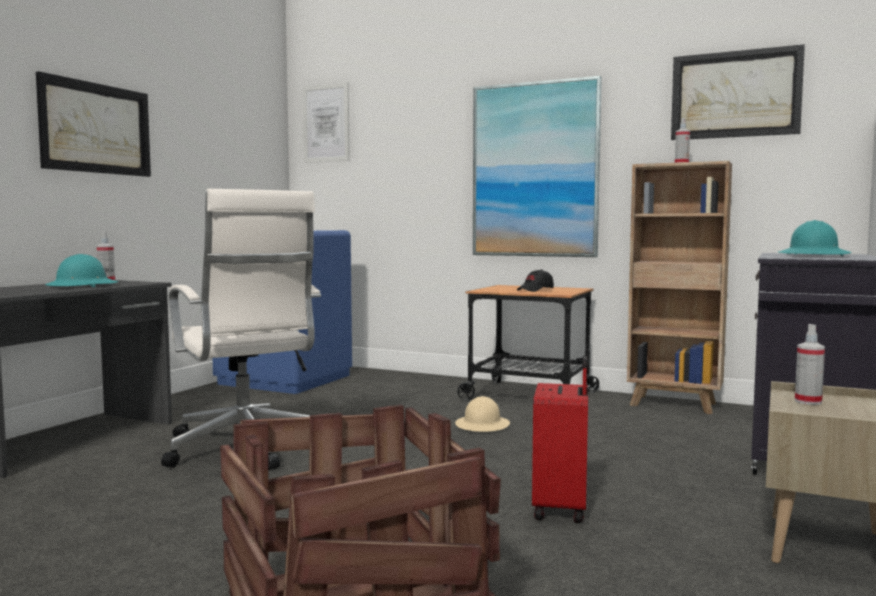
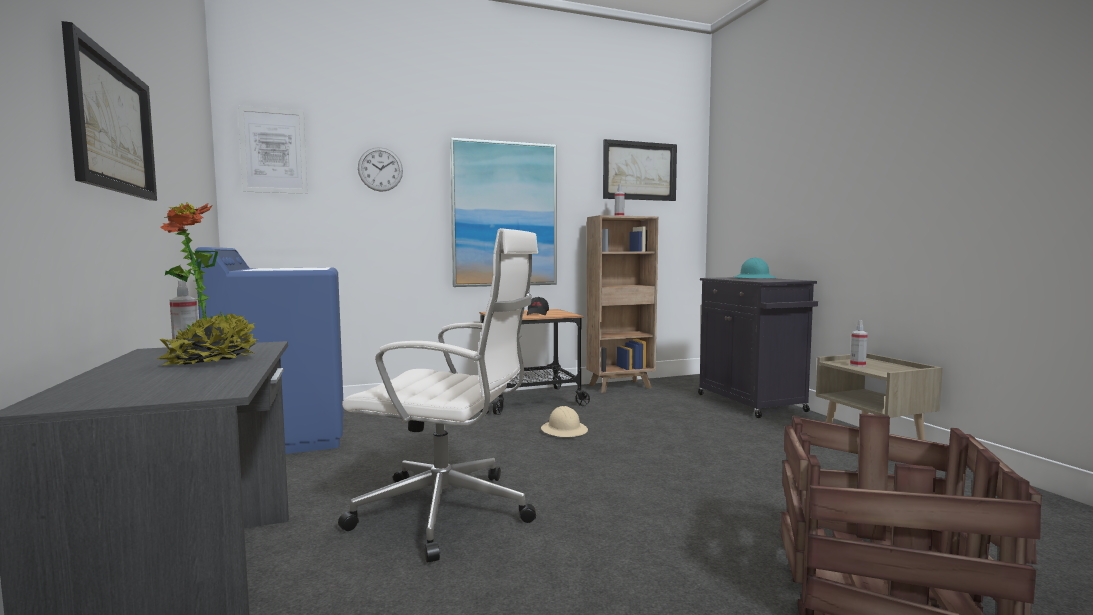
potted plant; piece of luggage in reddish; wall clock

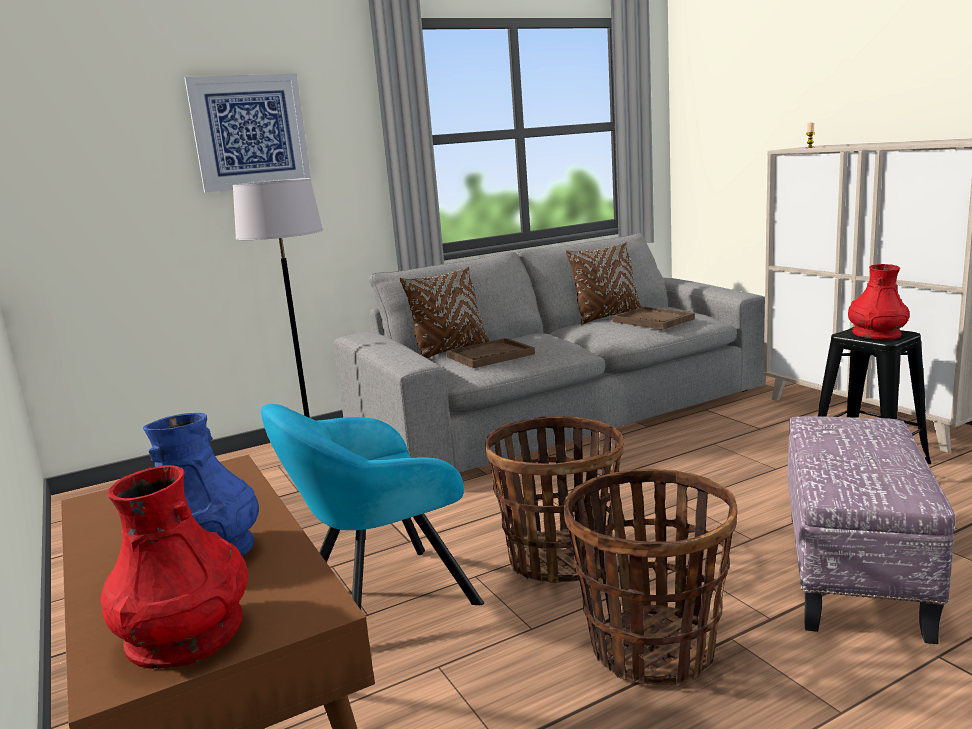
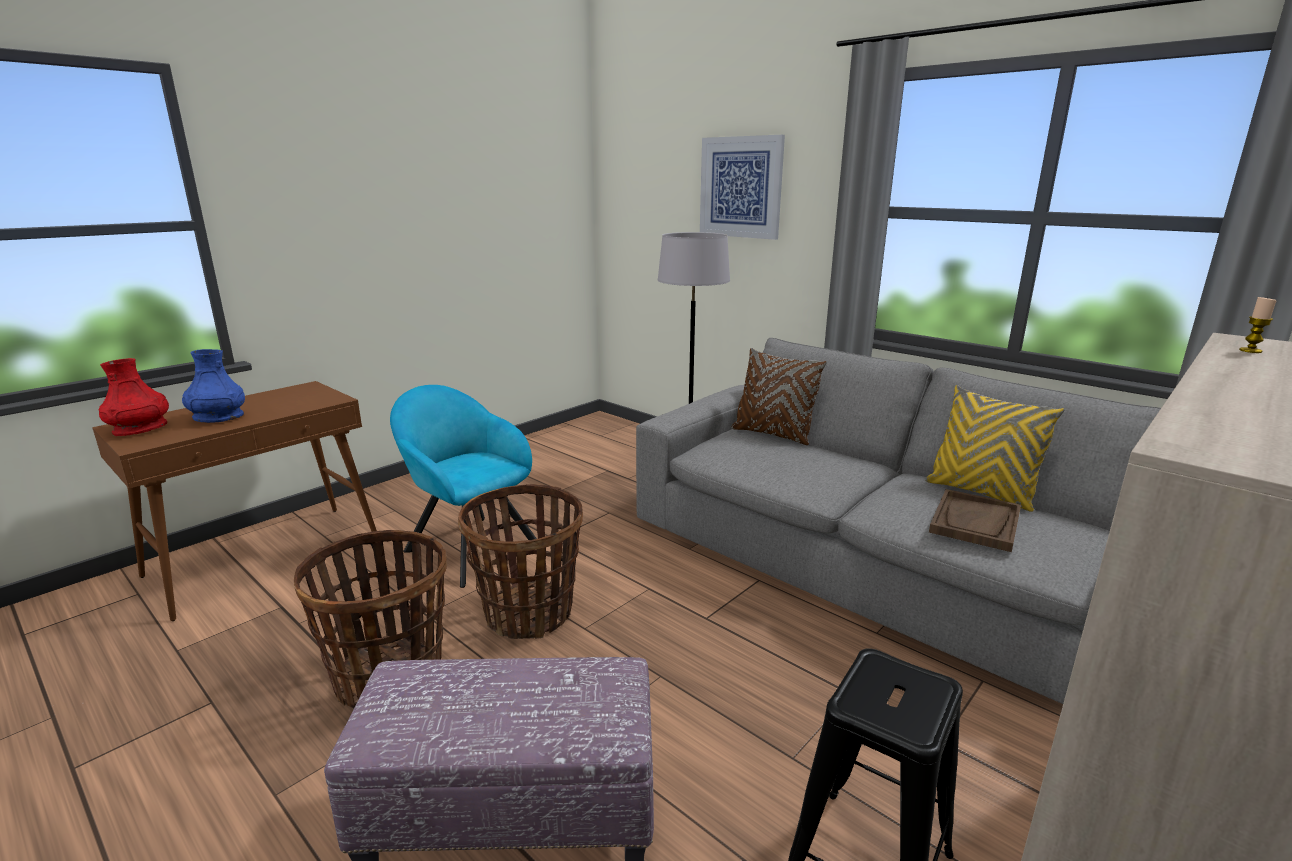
throw pillow in yellowish; flower vase in reddish (no. 2 from left in the first image); carrying tray in brownish (no. 1 from left in the first image)

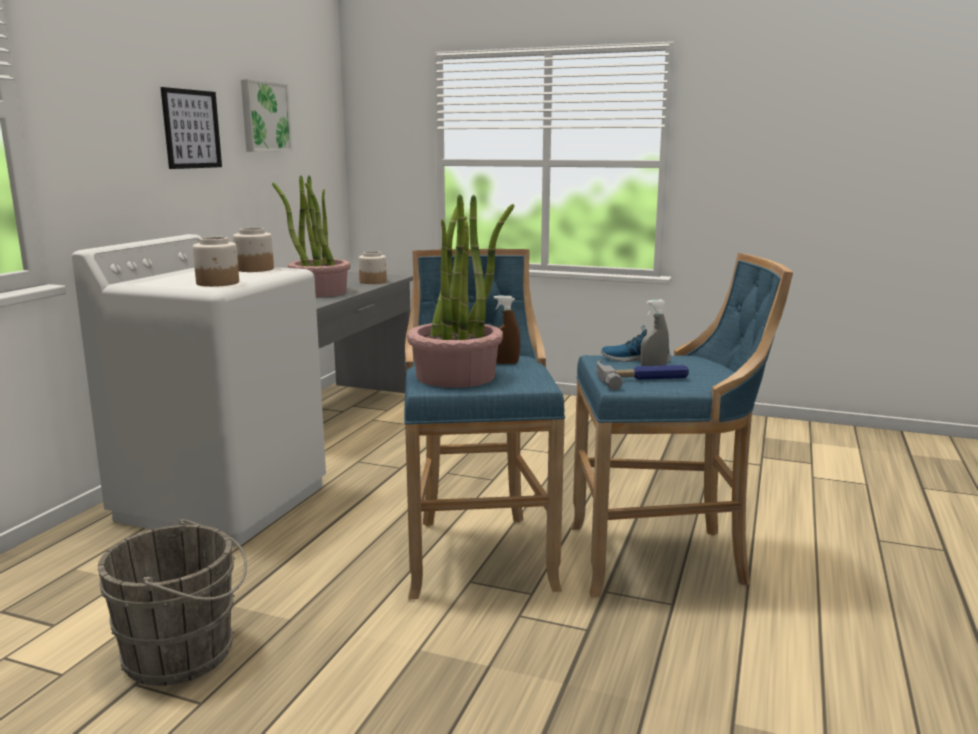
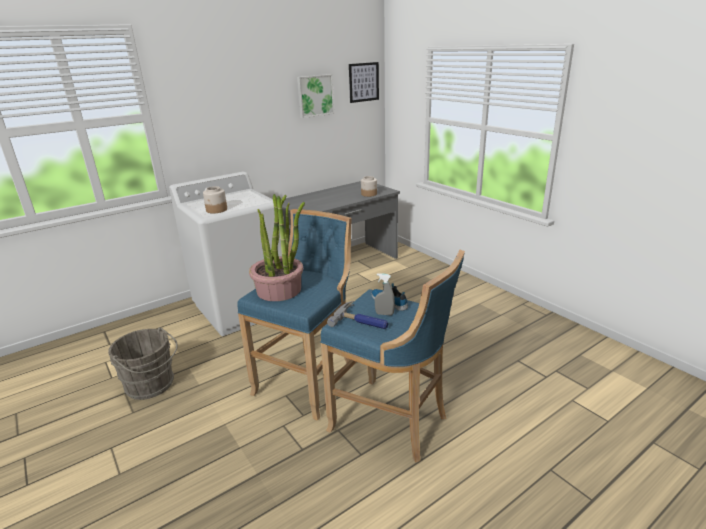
wall picture (no. 2 from left); potted plant (no. 1 from left in the first image); storage jar (no. 2 from left in the first image); hand sprayer in brownish

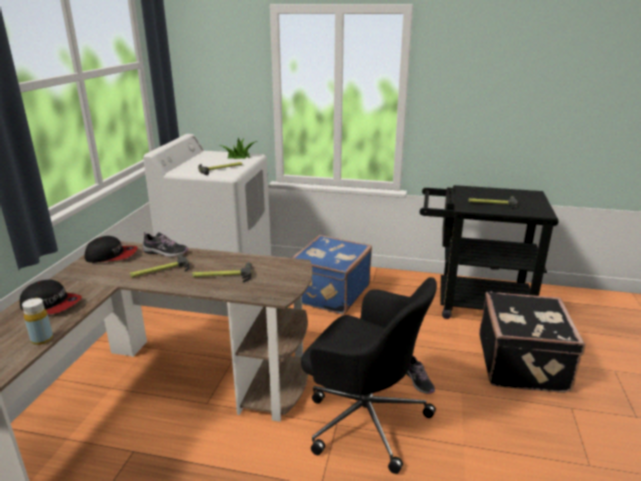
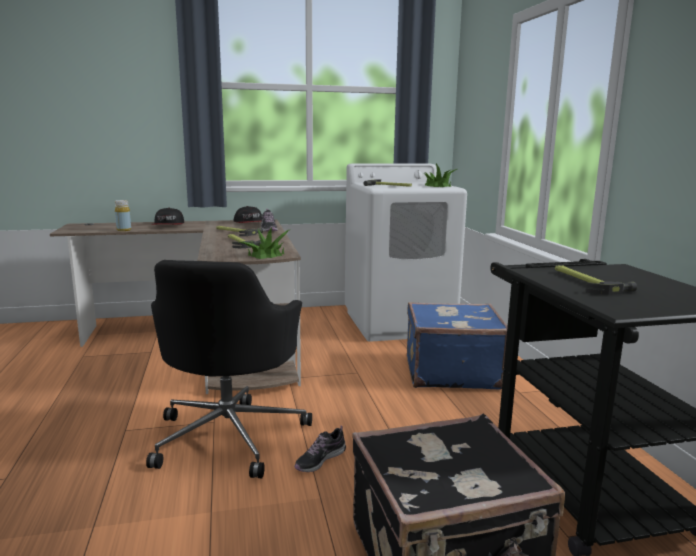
potted plant (no. 1 from left)

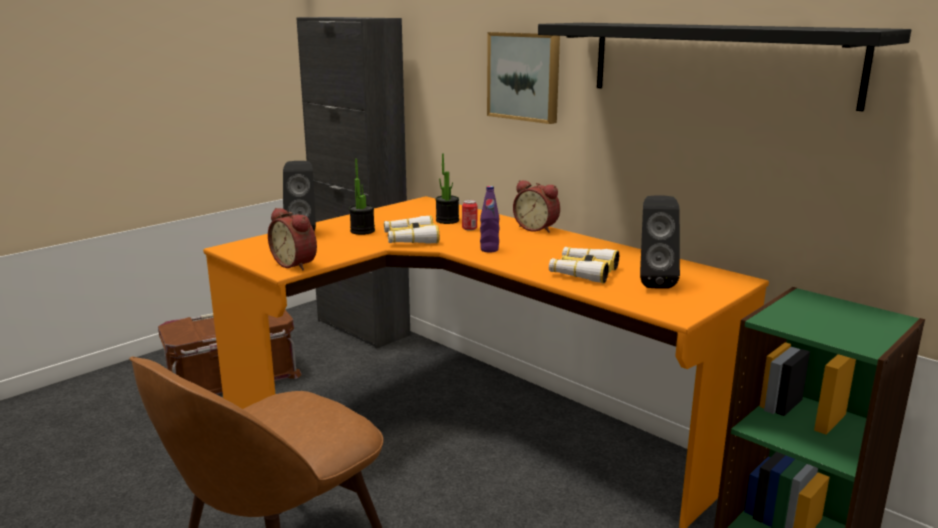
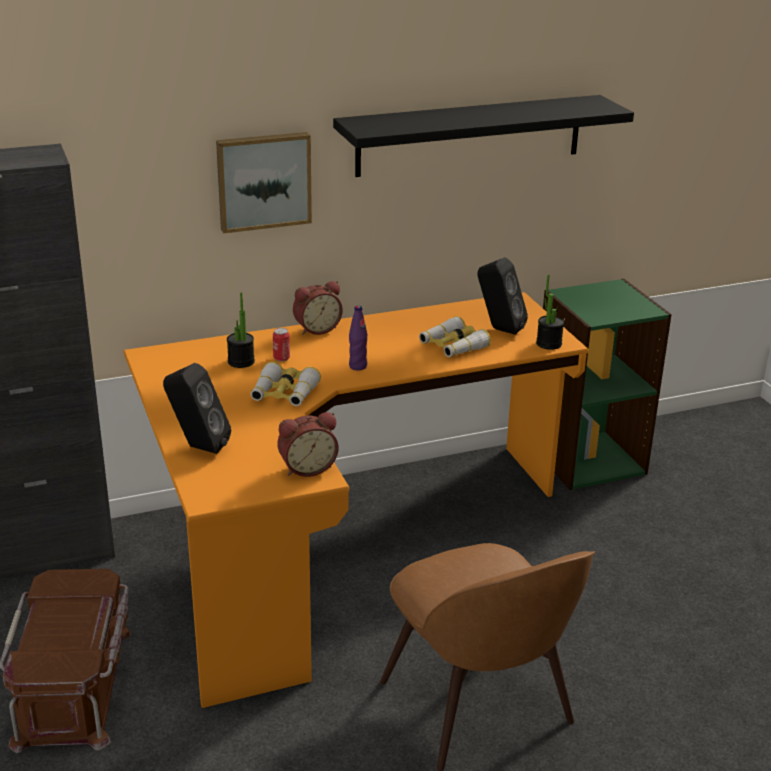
potted plant (no. 2 from left)

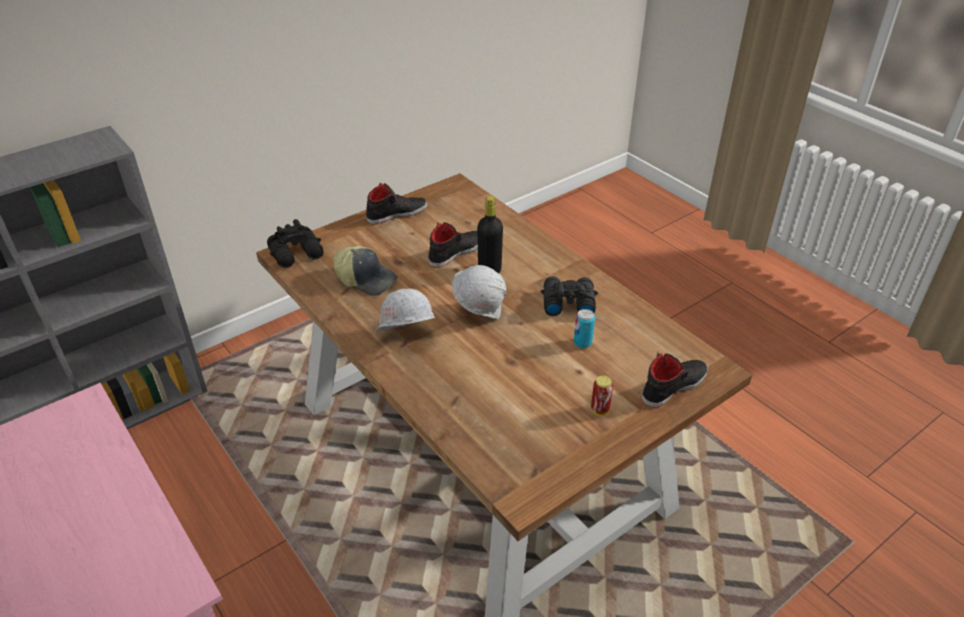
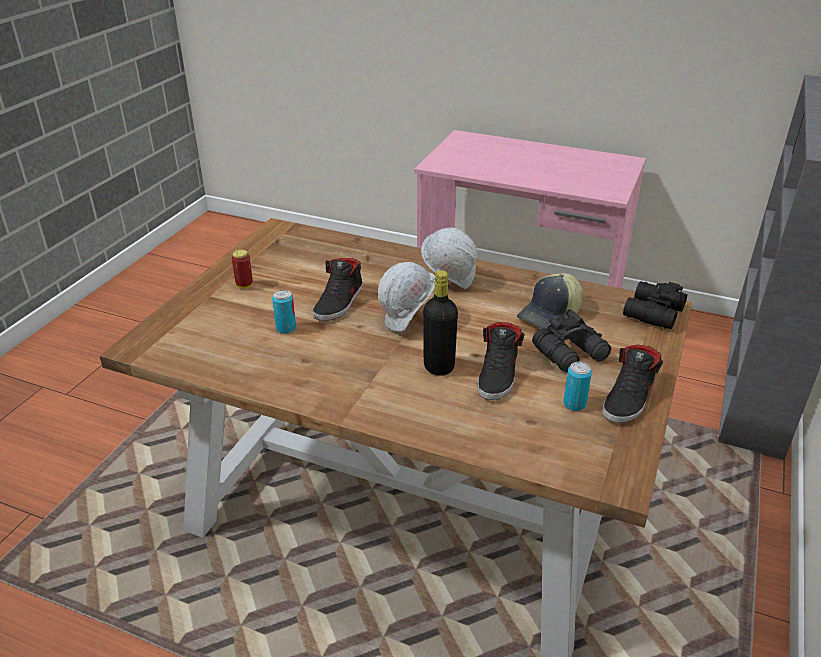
cap; binoculars in black (no. 1 from left); item of footwear in black (no. 1 from left); metal can (no. 3 from left)

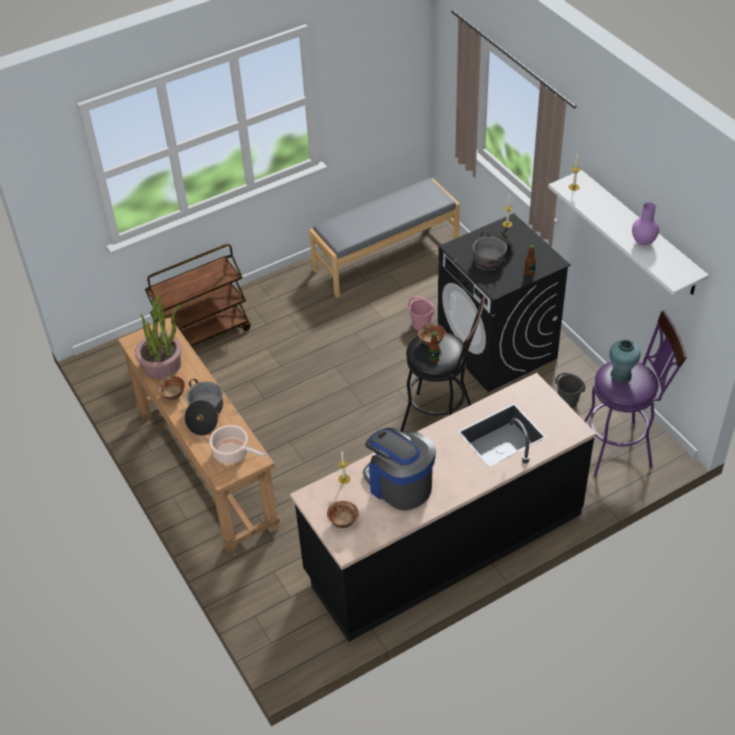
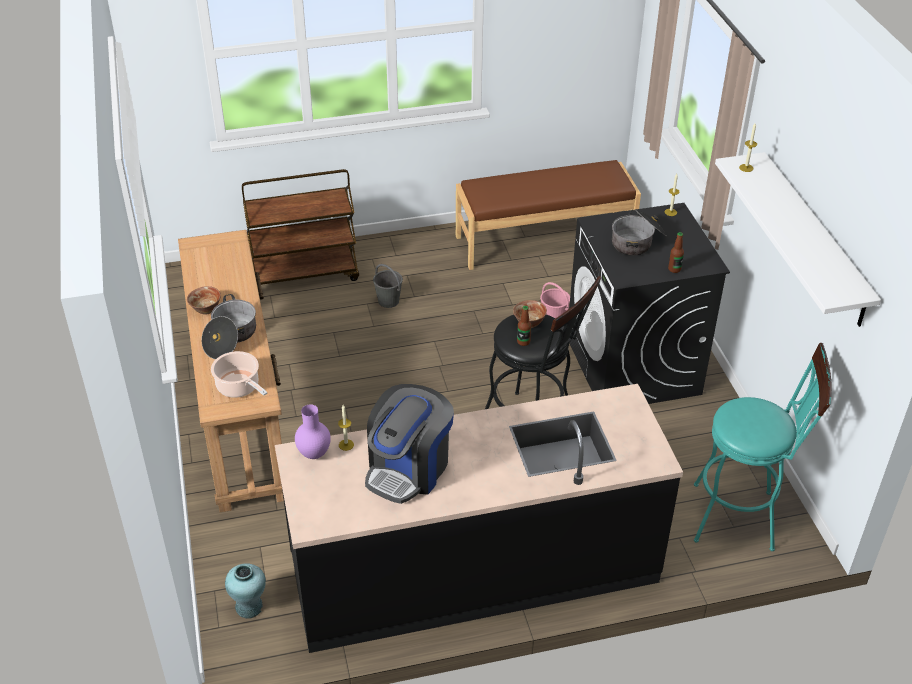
long seat in brownish; flower vase in purple; potted plant; stool seat in turquoise-coloured; flower vase in turquoise-coloured; pail in grey; coffee machine; deep dish (no. 2 from left in the first image)

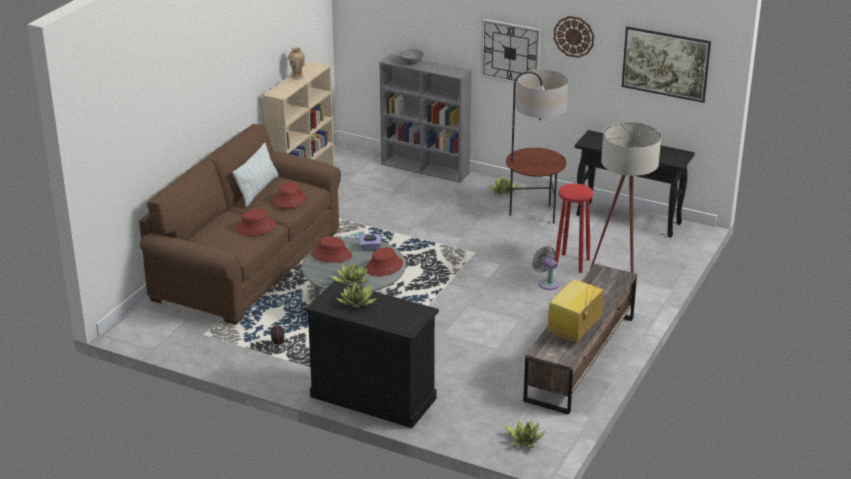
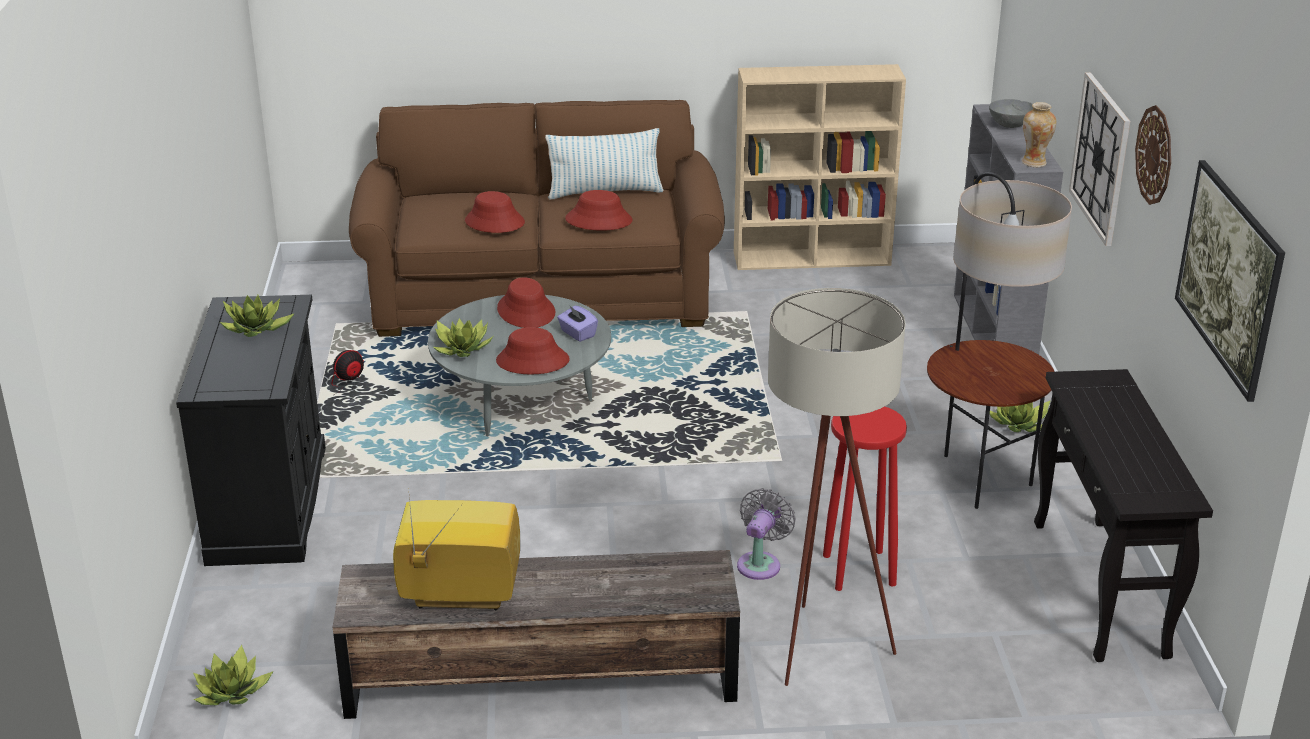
flower vase

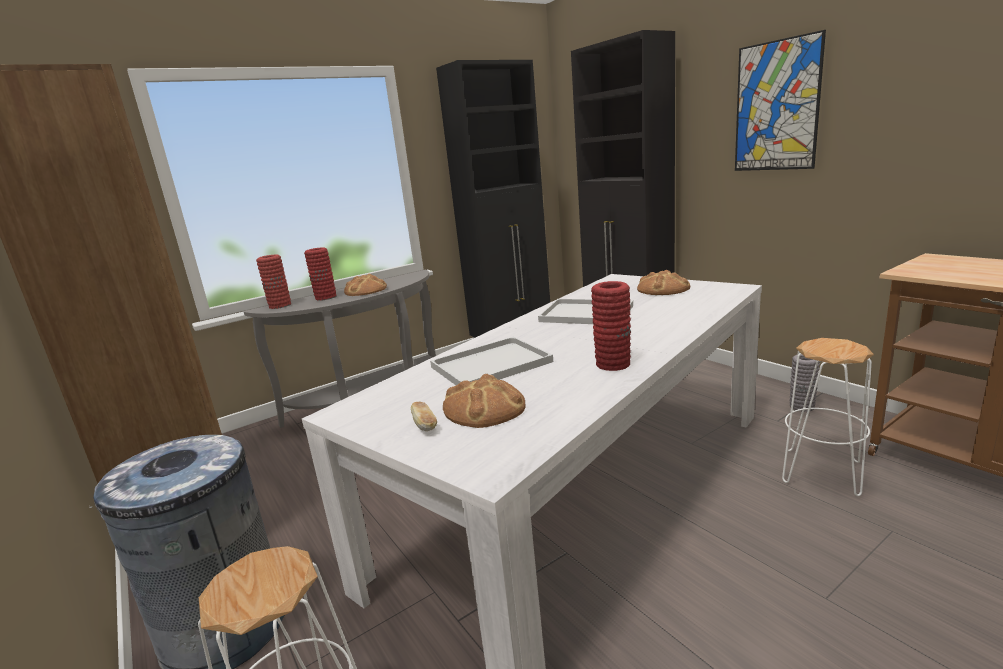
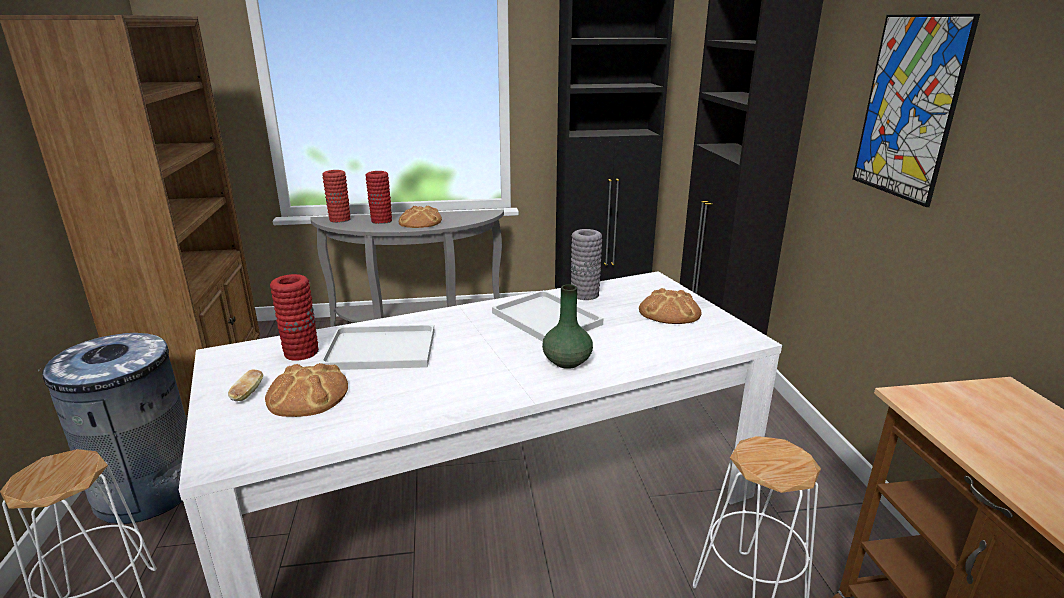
flower vase in reddish (no. 1 from left); flower vase in grey; flower vase in green

